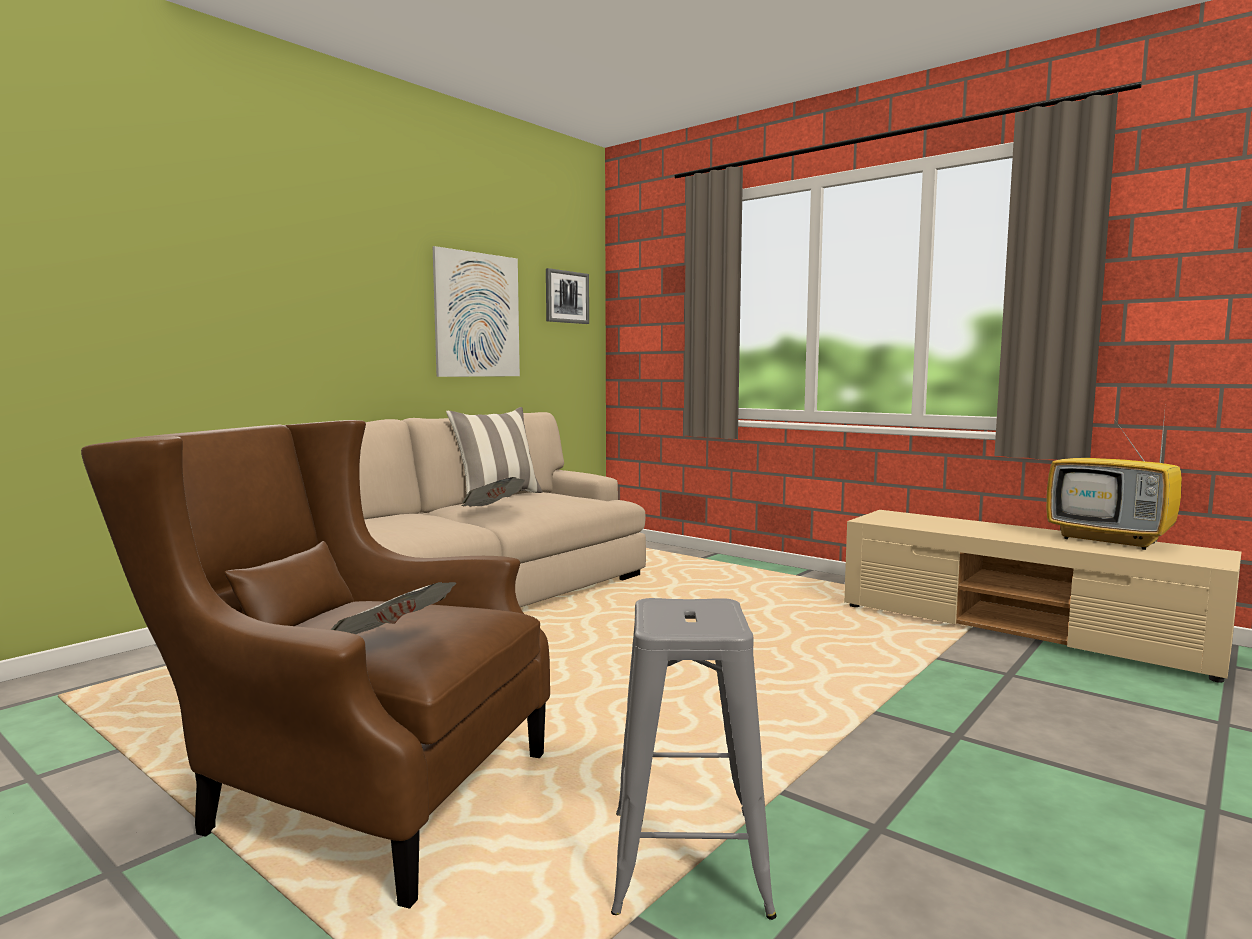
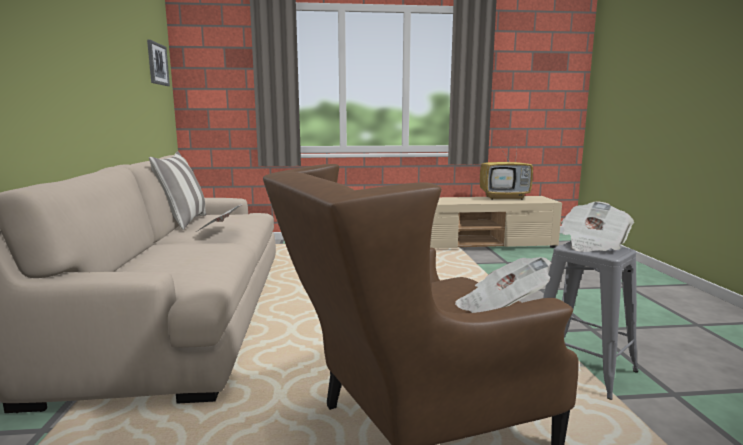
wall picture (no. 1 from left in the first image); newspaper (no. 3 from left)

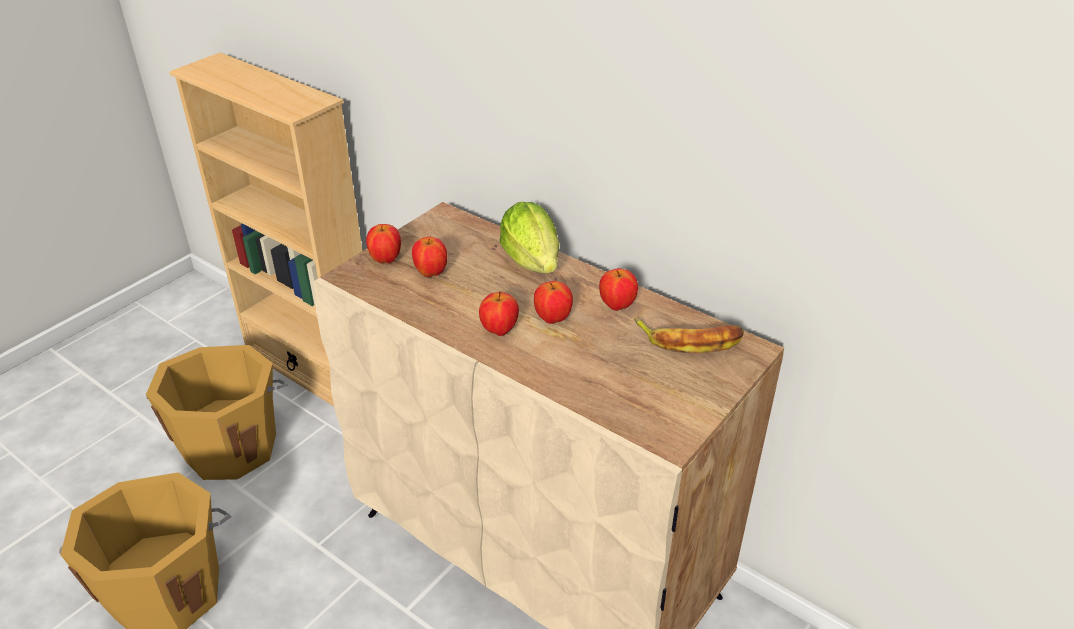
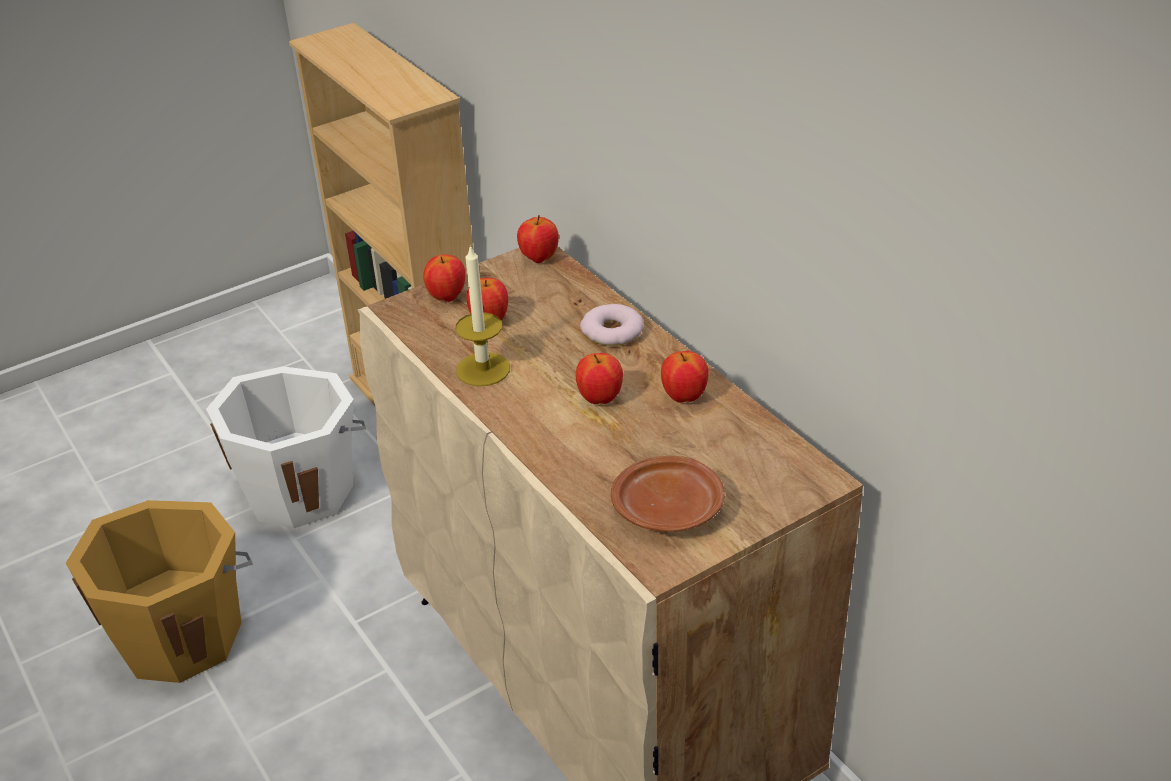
donut; apple fruit (no. 3 from left); banana fruit; pail in white-coloured; wax candle; flat dish in brownish

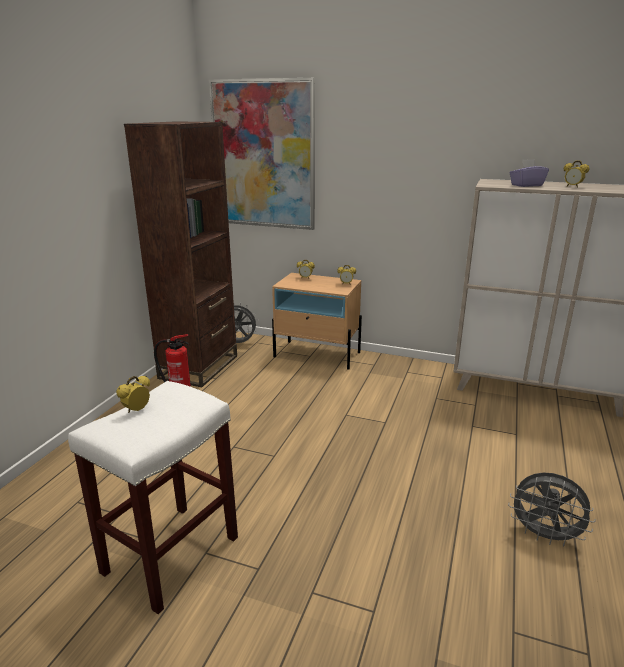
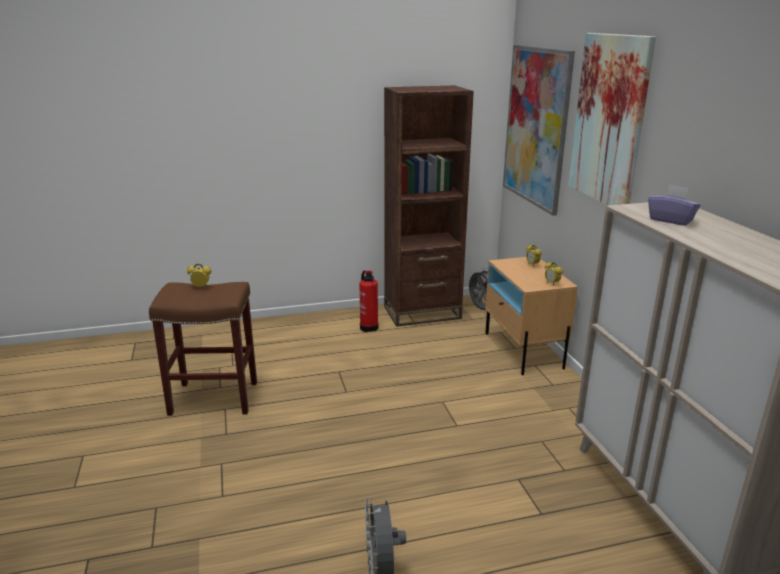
table clock (no. 4 from left in the first image); stool seat in brownish; wall picture (no. 2 from left)

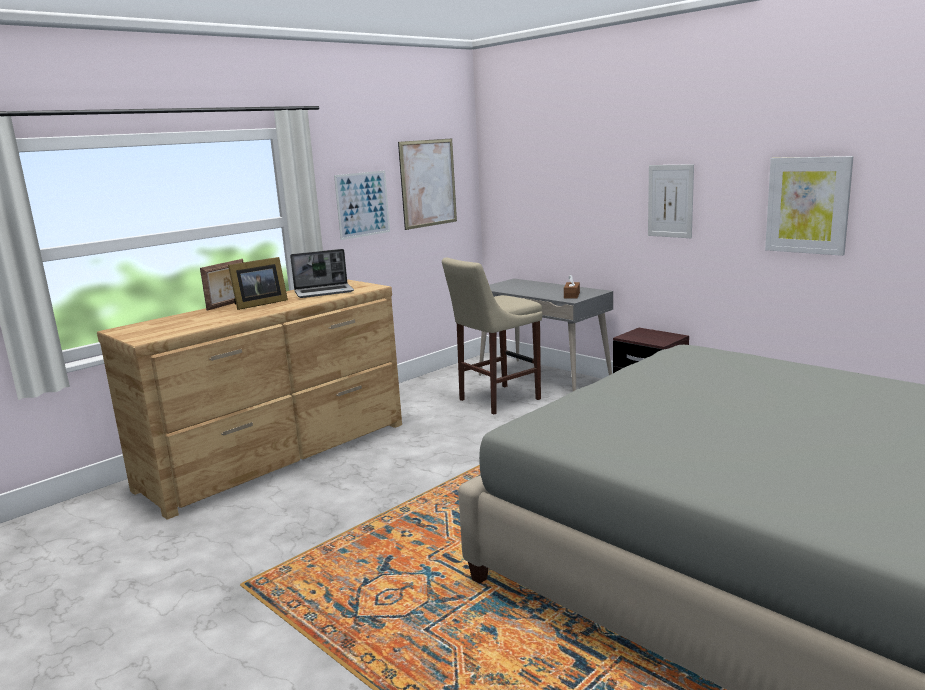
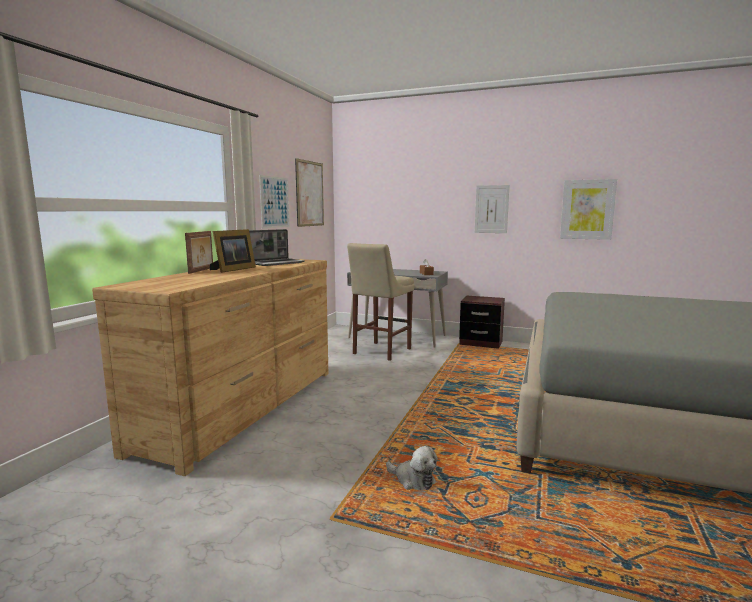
soft toy

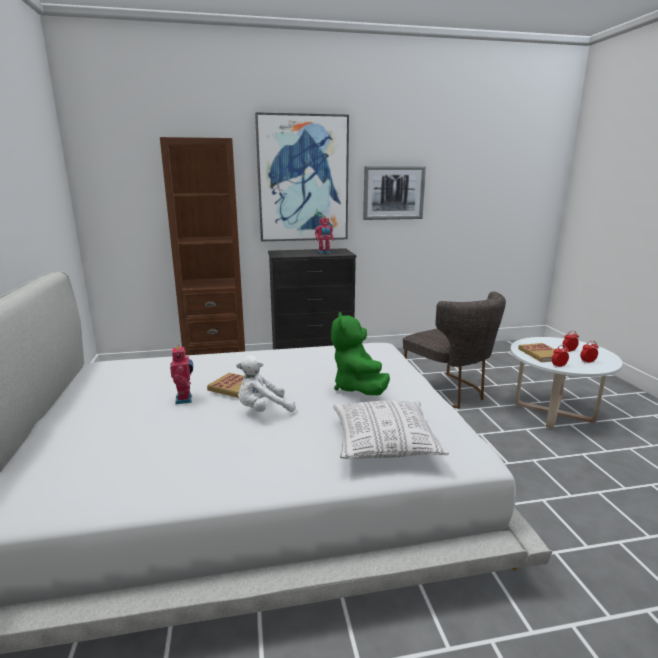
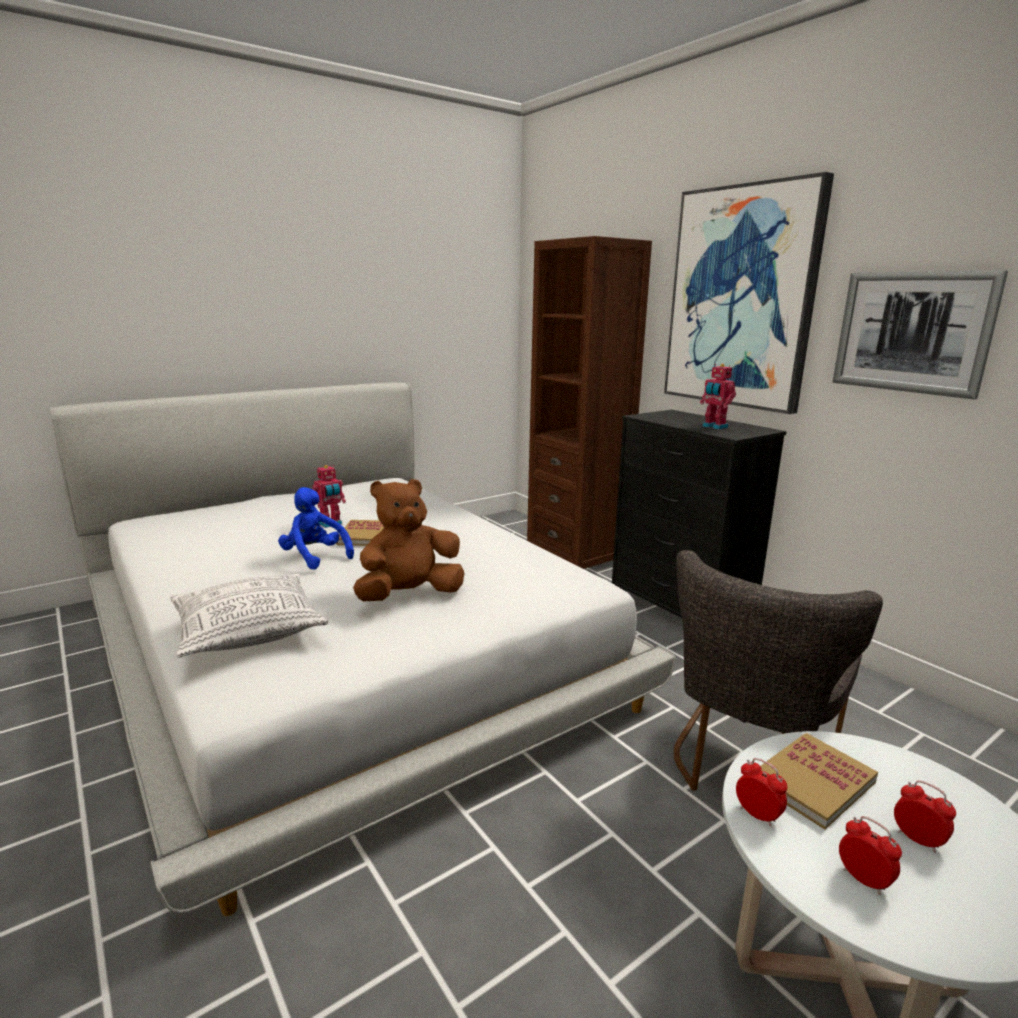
soft toy in brownish; soft toy in blue

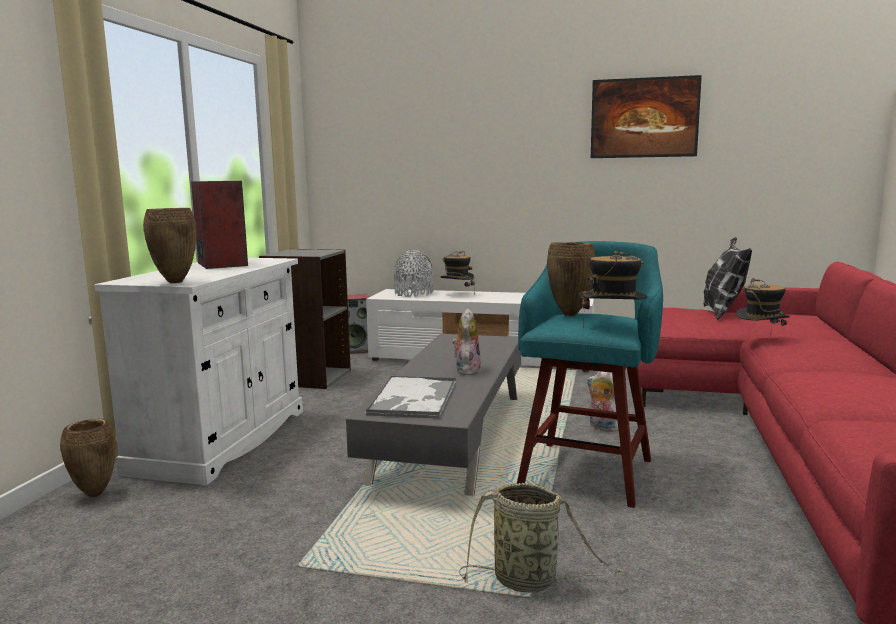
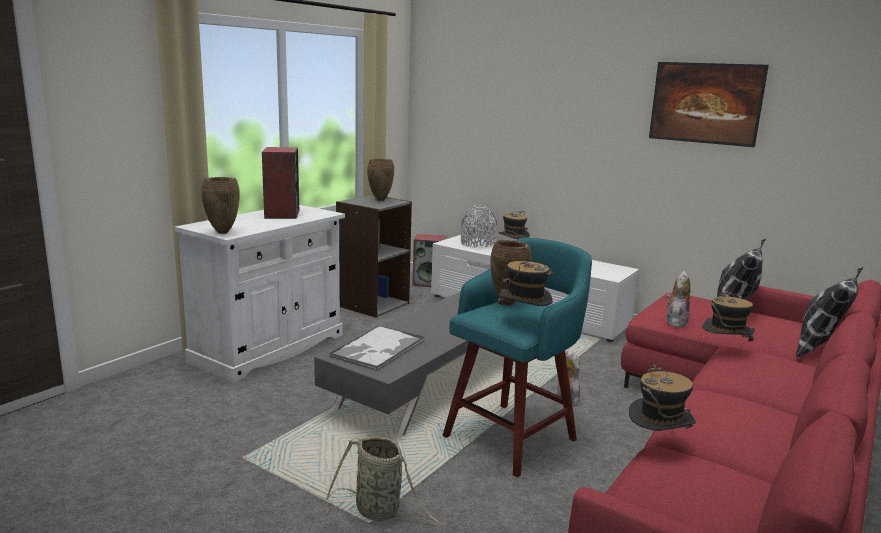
soft toy (no. 2 from left); flower vase in brownish (no. 2 from left); throw pillow (no. 2 from left); wearable hat (no. 3 from left)

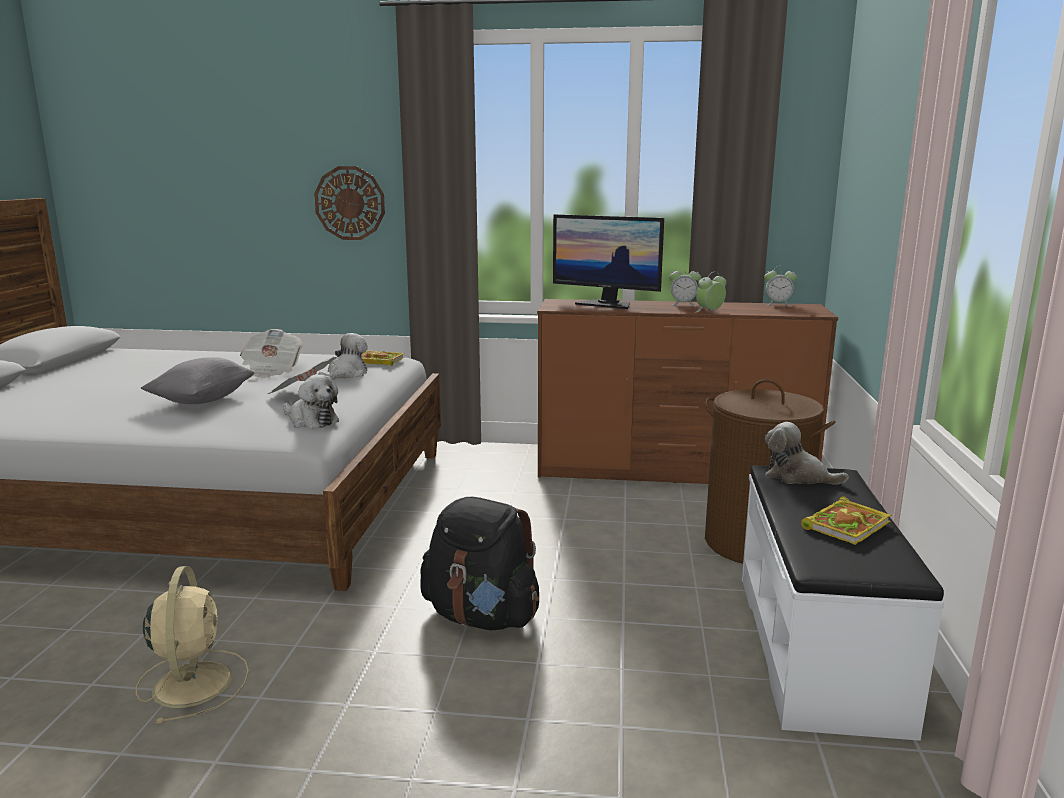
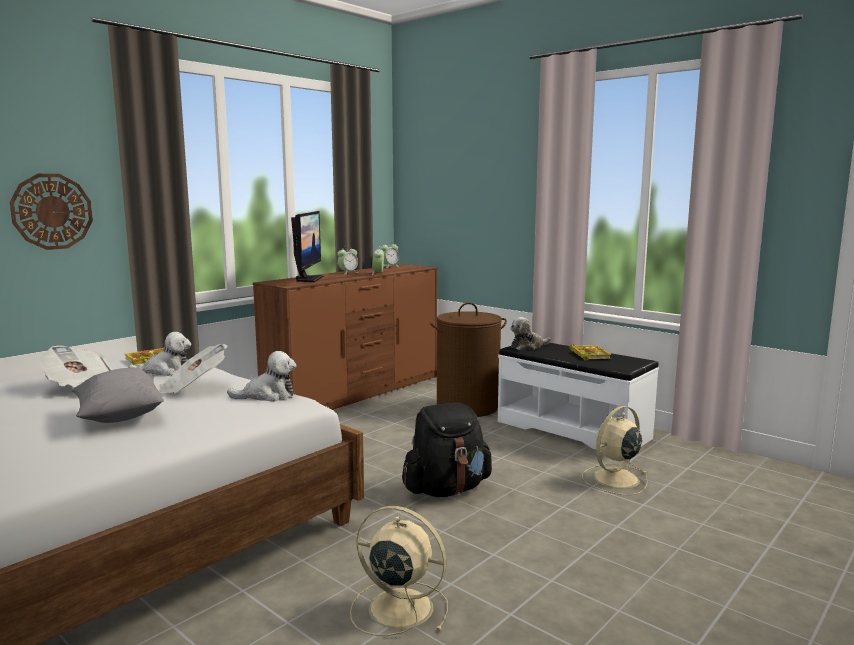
computer display; soft toy (no. 1 from left); fan in sand-coloured (no. 2 from left)

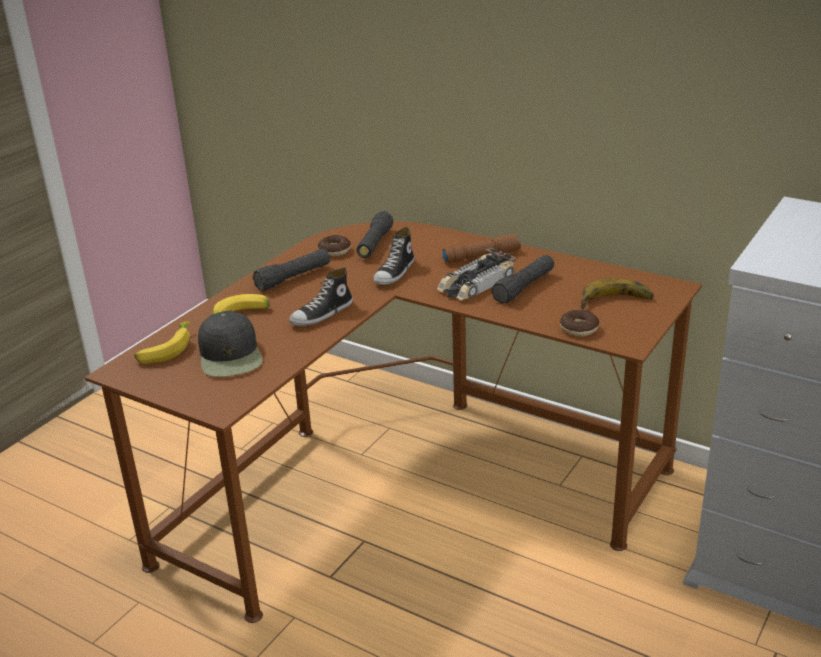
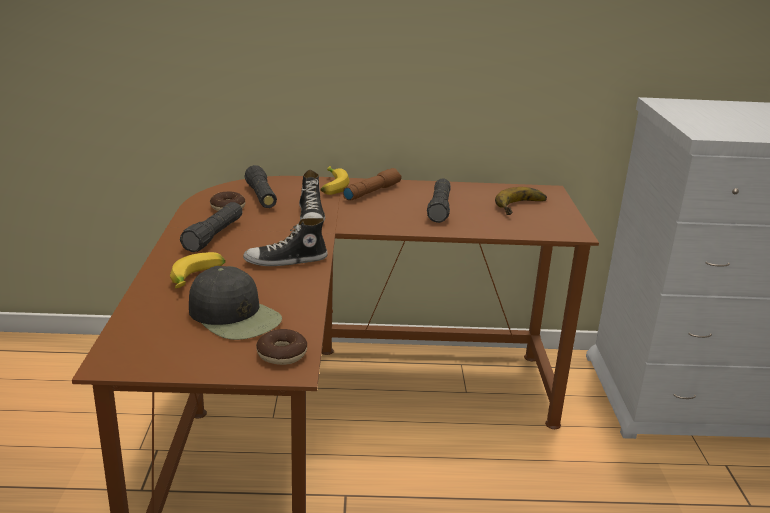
toy car; item of footwear (no. 1 from left); donut (no. 2 from left); banana fruit (no. 2 from left)

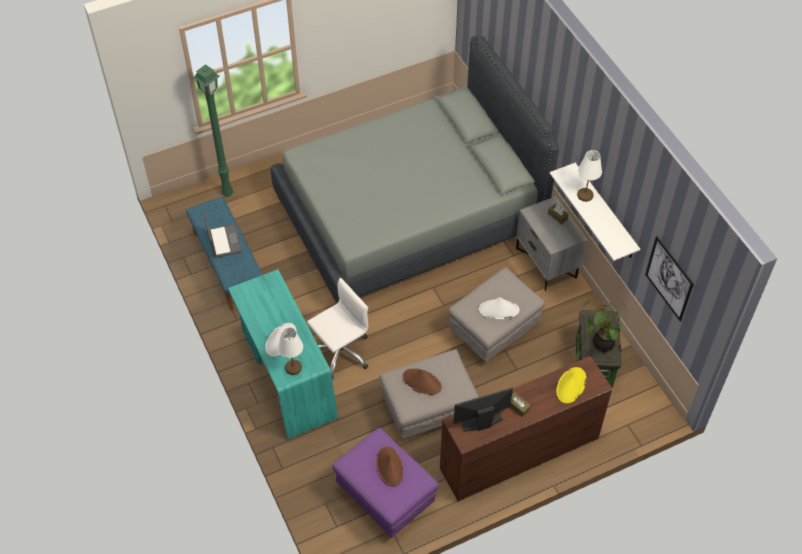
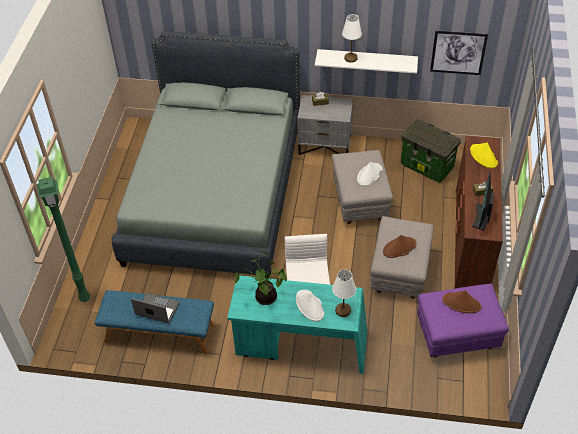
potted plant

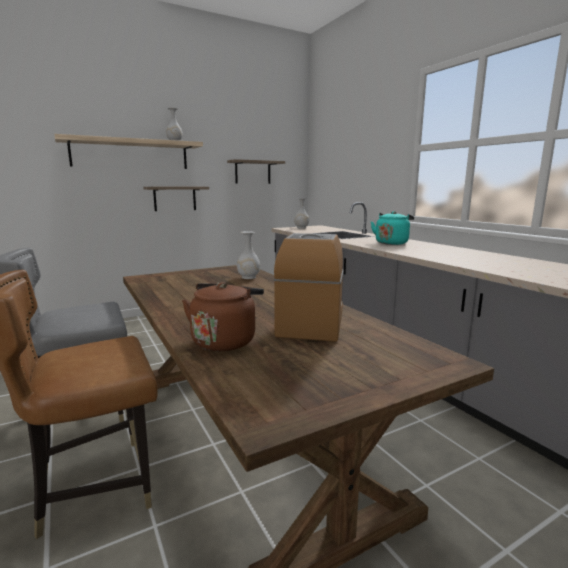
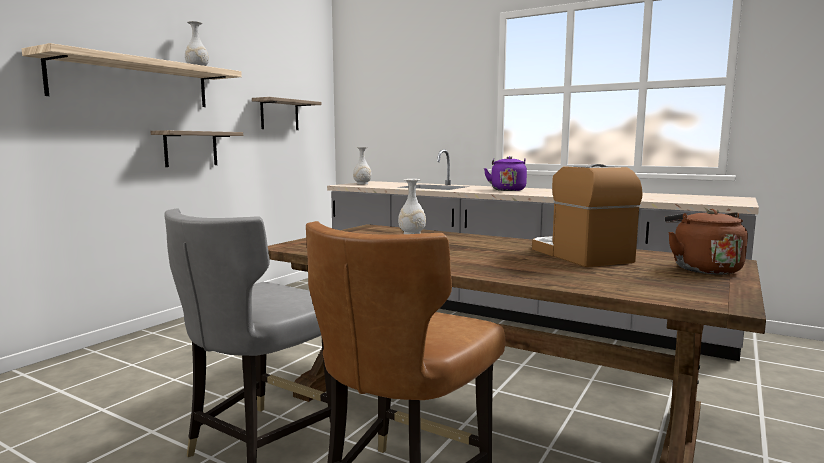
kettle in purple; kettle in brownish

